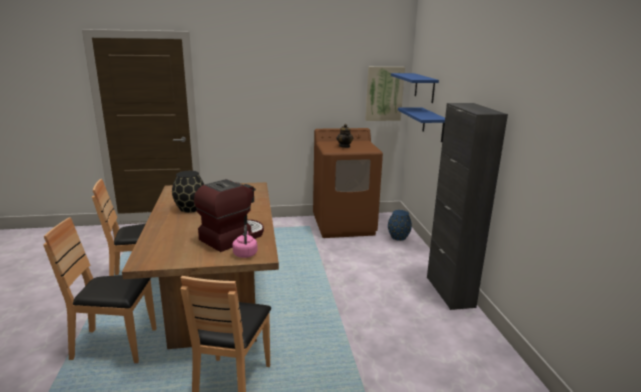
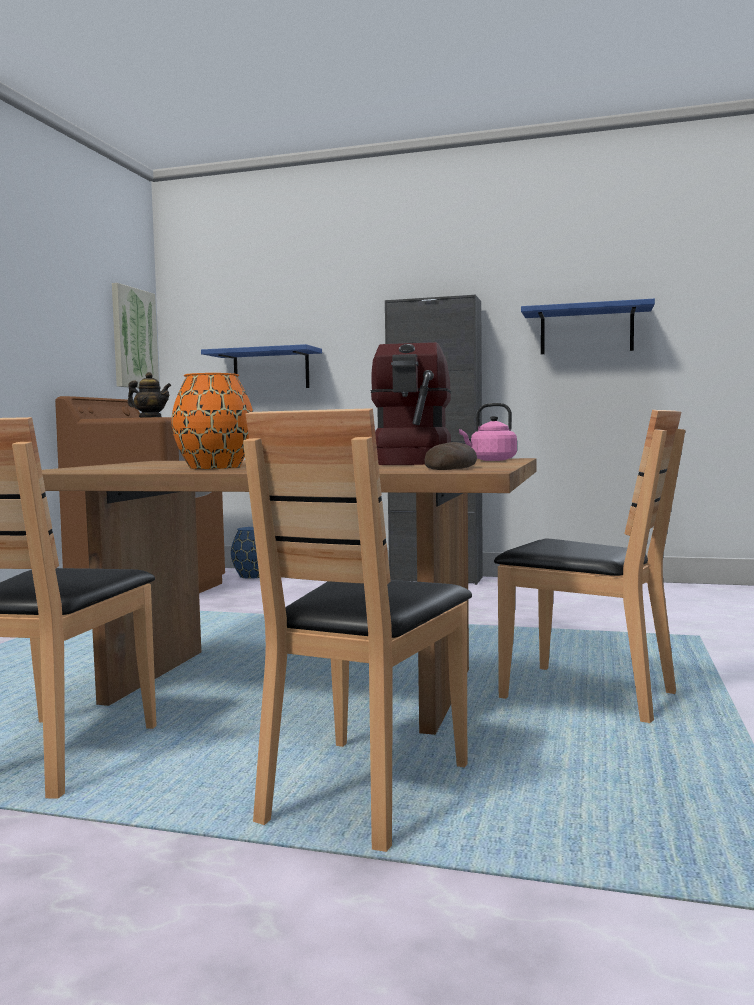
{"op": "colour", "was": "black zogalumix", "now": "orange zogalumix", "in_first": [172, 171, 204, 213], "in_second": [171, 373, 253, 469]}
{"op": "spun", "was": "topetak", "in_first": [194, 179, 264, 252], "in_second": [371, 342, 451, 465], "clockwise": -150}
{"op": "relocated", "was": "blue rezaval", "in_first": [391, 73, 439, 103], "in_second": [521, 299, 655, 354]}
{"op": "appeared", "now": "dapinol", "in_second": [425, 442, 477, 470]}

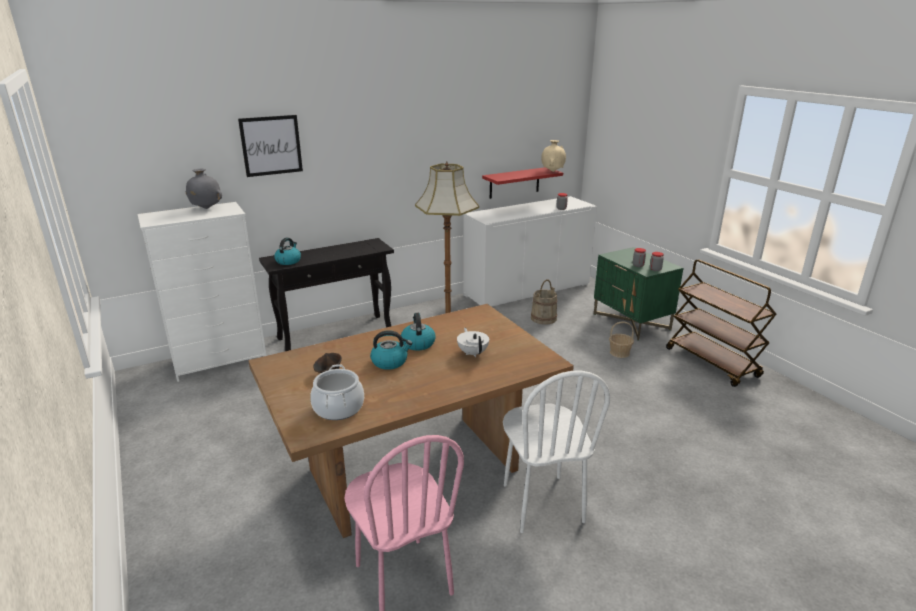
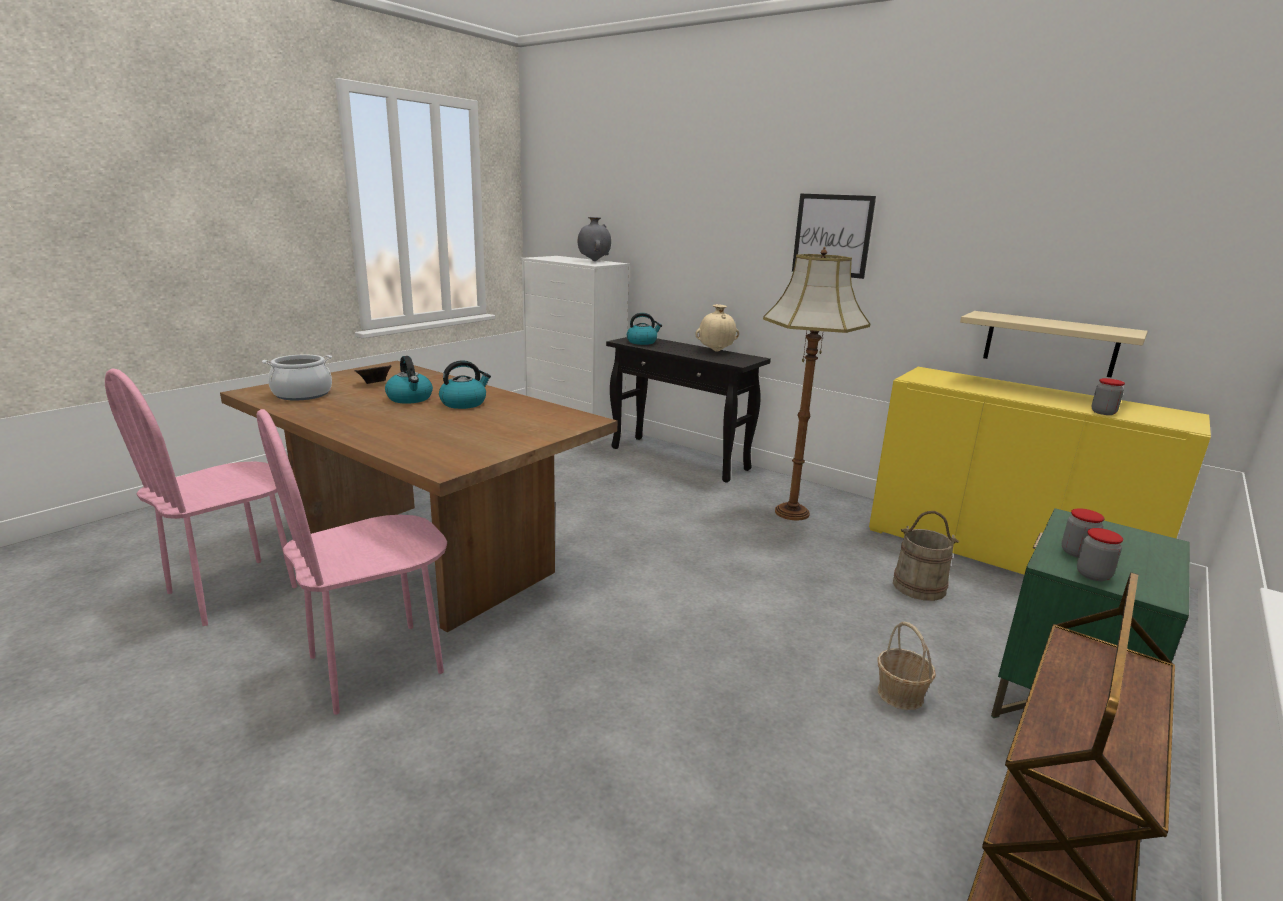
{"op": "relocated", "was": "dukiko", "in_first": [238, 115, 303, 177], "in_second": [792, 194, 876, 279]}
{"op": "missing", "was": "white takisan", "in_first": [457, 328, 489, 357]}
{"op": "colour", "was": "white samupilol", "now": "yellow samupilol", "in_first": [463, 196, 597, 307], "in_second": [869, 367, 1211, 575]}
{"op": "colour", "was": "red rezaval", "now": "beige rezaval", "in_first": [482, 167, 563, 199], "in_second": [960, 311, 1148, 377]}
{"op": "colour", "was": "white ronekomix", "now": "pink ronekomix", "in_first": [503, 371, 610, 533], "in_second": [257, 409, 447, 715]}
{"op": "relocated", "was": "beige zogalumix", "in_first": [541, 140, 566, 172], "in_second": [695, 304, 739, 352]}

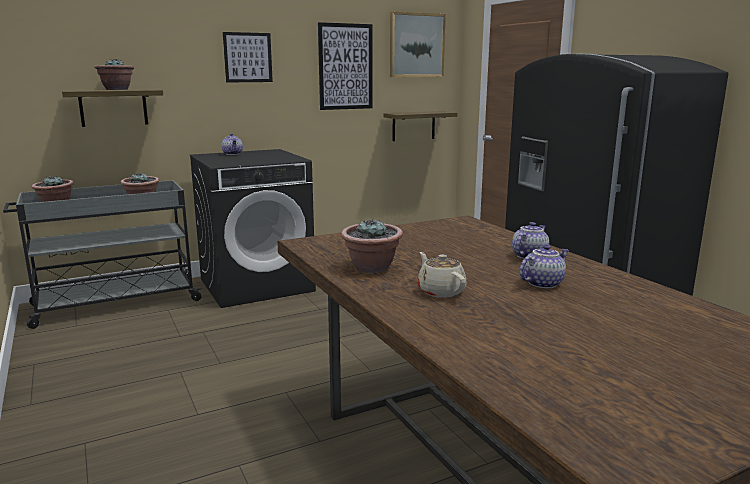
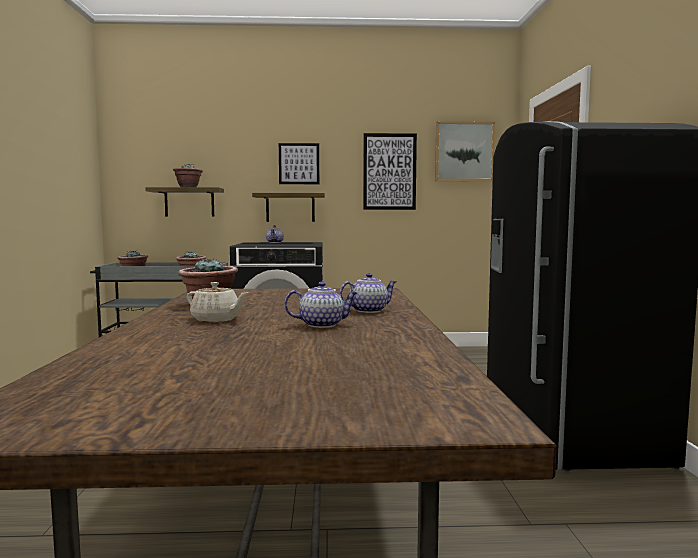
{"op": "relocated", "was": "rezaval", "in_first": [383, 111, 458, 141], "in_second": [252, 193, 325, 222]}
{"op": "spun", "was": "beige takisan", "in_first": [417, 252, 467, 298], "in_second": [187, 282, 248, 322], "clockwise": 120}

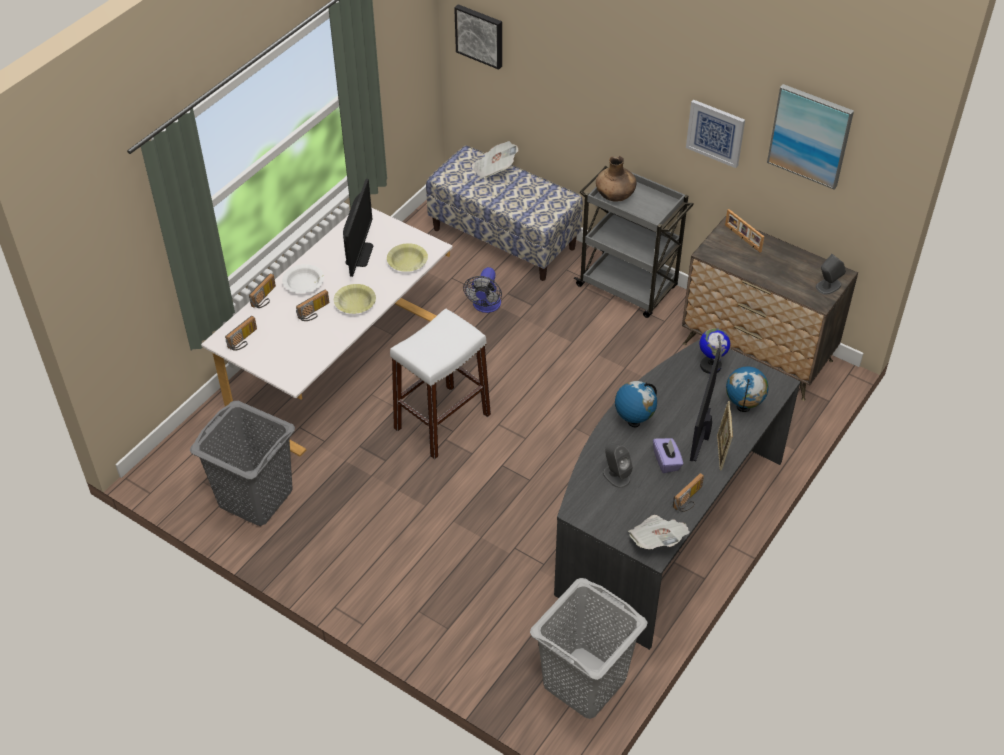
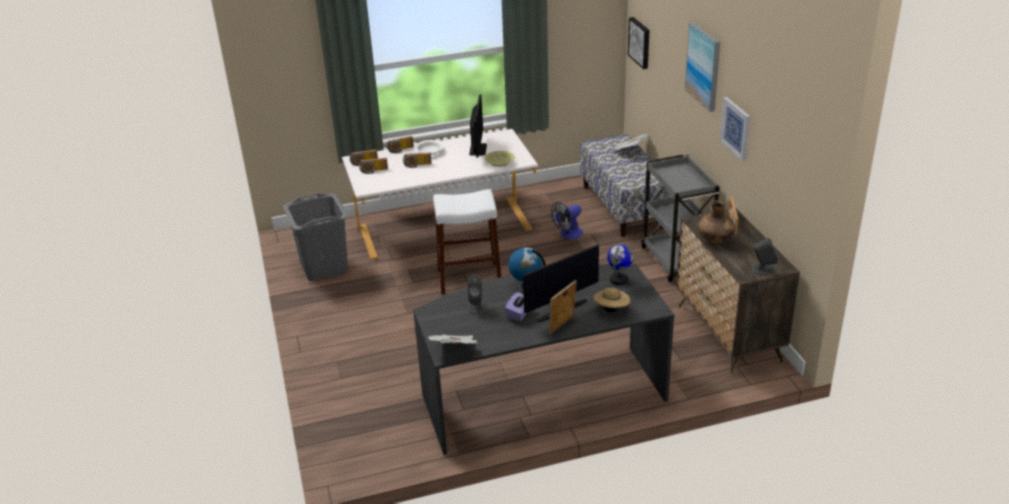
{"op": "missing", "was": "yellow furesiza", "in_first": [334, 284, 376, 314]}
{"op": "spun", "was": "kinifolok", "in_first": [343, 179, 373, 277], "in_second": [469, 95, 487, 158], "clockwise": -45}
{"op": "missing", "was": "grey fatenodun", "in_first": [530, 578, 648, 719]}
{"op": "relocated", "was": "brown zogalumix", "in_first": [596, 156, 637, 201], "in_second": [698, 200, 736, 243]}
{"op": "relocated", "was": "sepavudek", "in_first": [673, 473, 704, 512], "in_second": [359, 158, 388, 174]}
{"op": "exchanged", "was": "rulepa", "now": "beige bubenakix", "in_first": [726, 366, 769, 412], "in_second": [594, 287, 631, 312]}
{"op": "relocated", "was": "dukiko", "in_first": [767, 84, 854, 189], "in_second": [685, 22, 720, 112]}

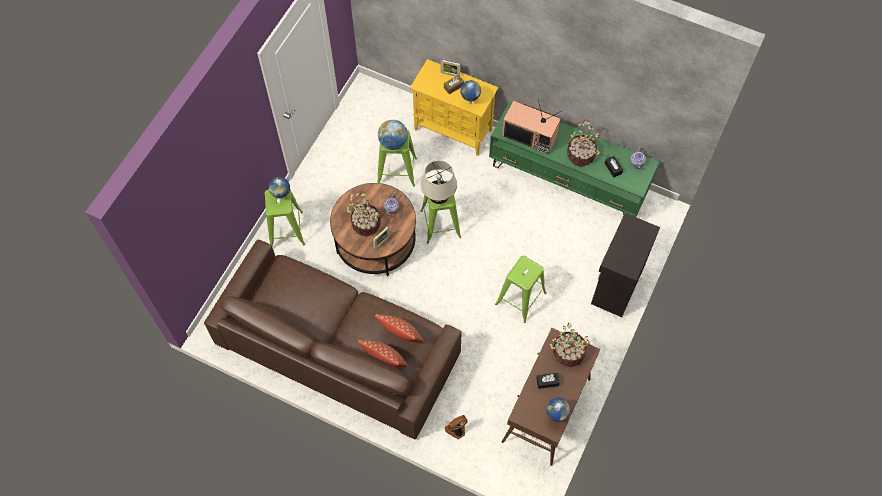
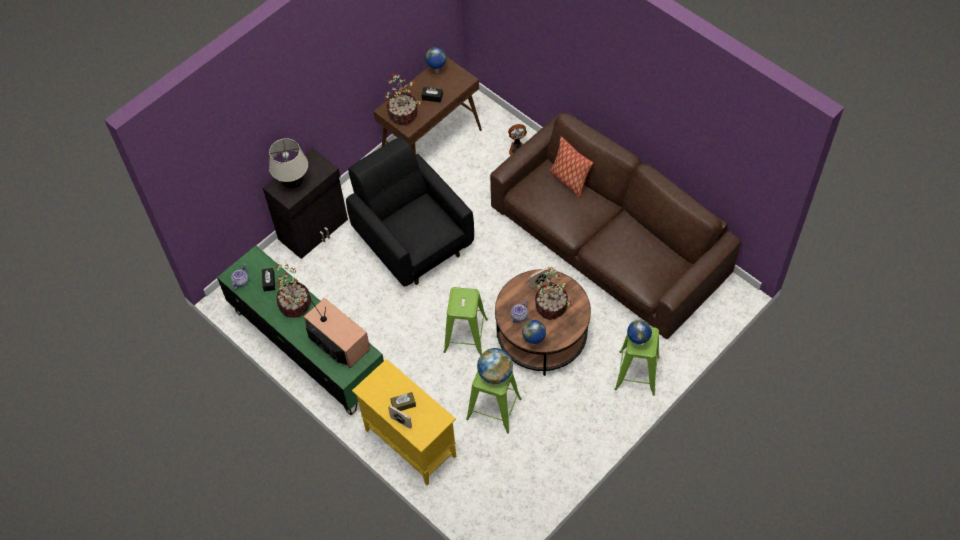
{"op": "missing", "was": "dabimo", "in_first": [375, 314, 424, 343]}
{"op": "relocated", "was": "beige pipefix", "in_first": [421, 160, 457, 204], "in_second": [269, 138, 308, 188]}
{"op": "relocated", "was": "rulepa", "in_first": [461, 80, 481, 104], "in_second": [522, 320, 546, 345]}
{"op": "exchanged", "was": "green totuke", "now": "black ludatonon", "in_first": [495, 256, 546, 323], "in_second": [346, 136, 474, 286]}

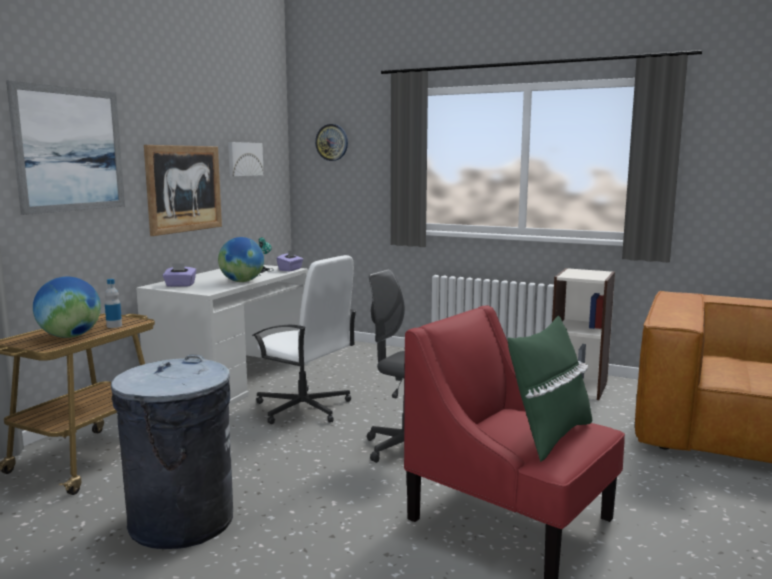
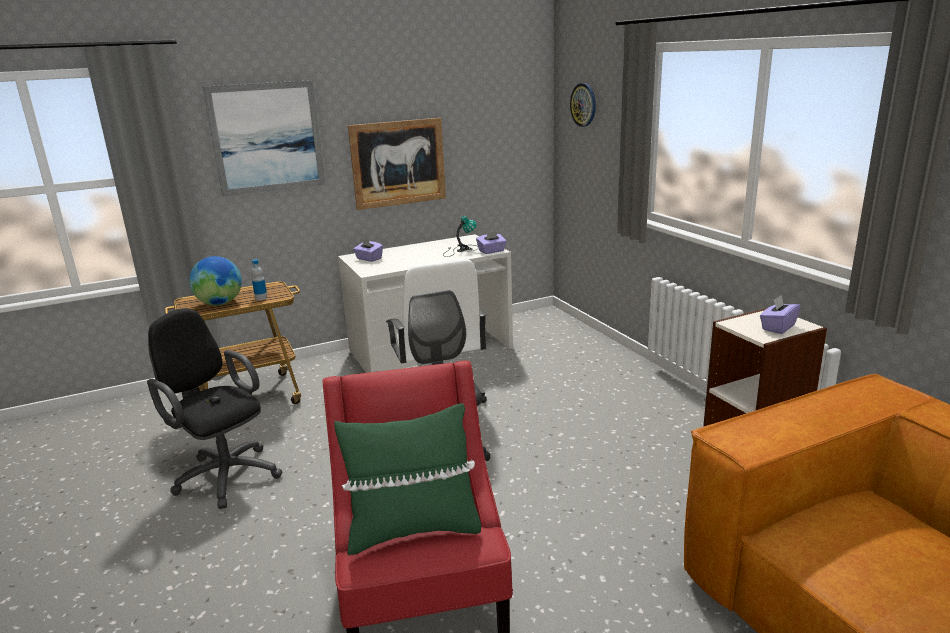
{"op": "exchanged", "was": "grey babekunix", "now": "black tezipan", "in_first": [111, 354, 233, 549], "in_second": [147, 308, 282, 509]}
{"op": "missing", "was": "rulepa", "in_first": [218, 237, 264, 282]}
{"op": "missing", "was": "dukiko", "in_first": [228, 142, 264, 176]}
{"op": "appeared", "now": "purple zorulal", "in_second": [760, 295, 801, 334]}

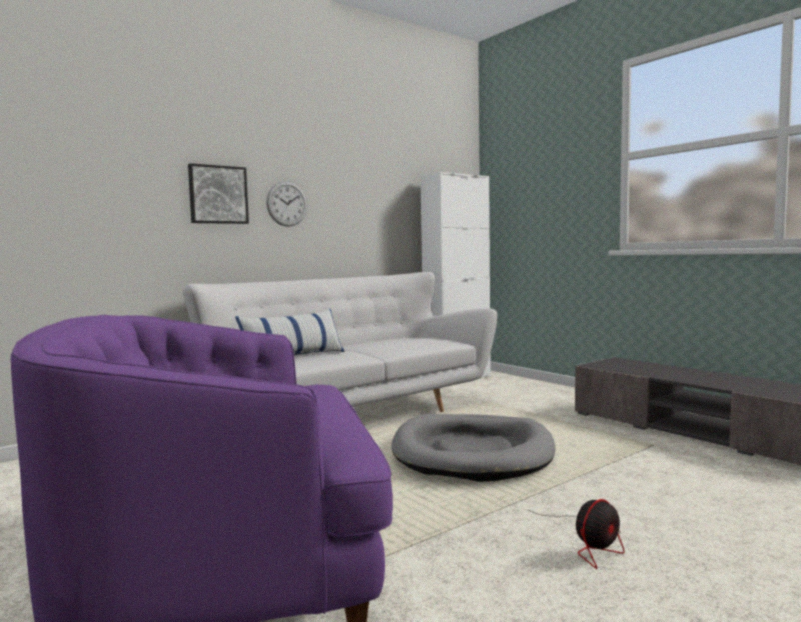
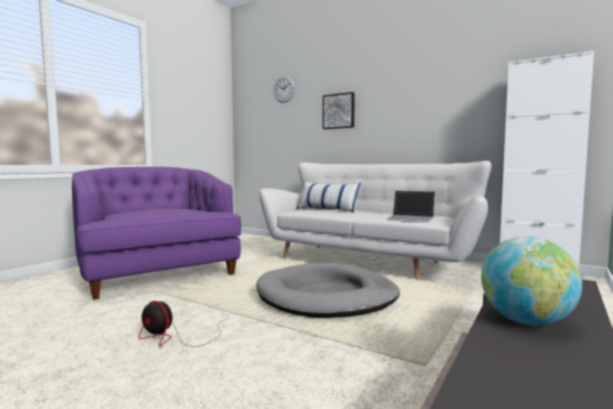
{"op": "relocated", "was": "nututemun", "in_first": [266, 181, 307, 227], "in_second": [274, 76, 295, 103]}
{"op": "appeared", "now": "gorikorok", "in_second": [387, 190, 435, 221]}
{"op": "appeared", "now": "rulepa", "in_second": [481, 236, 582, 326]}

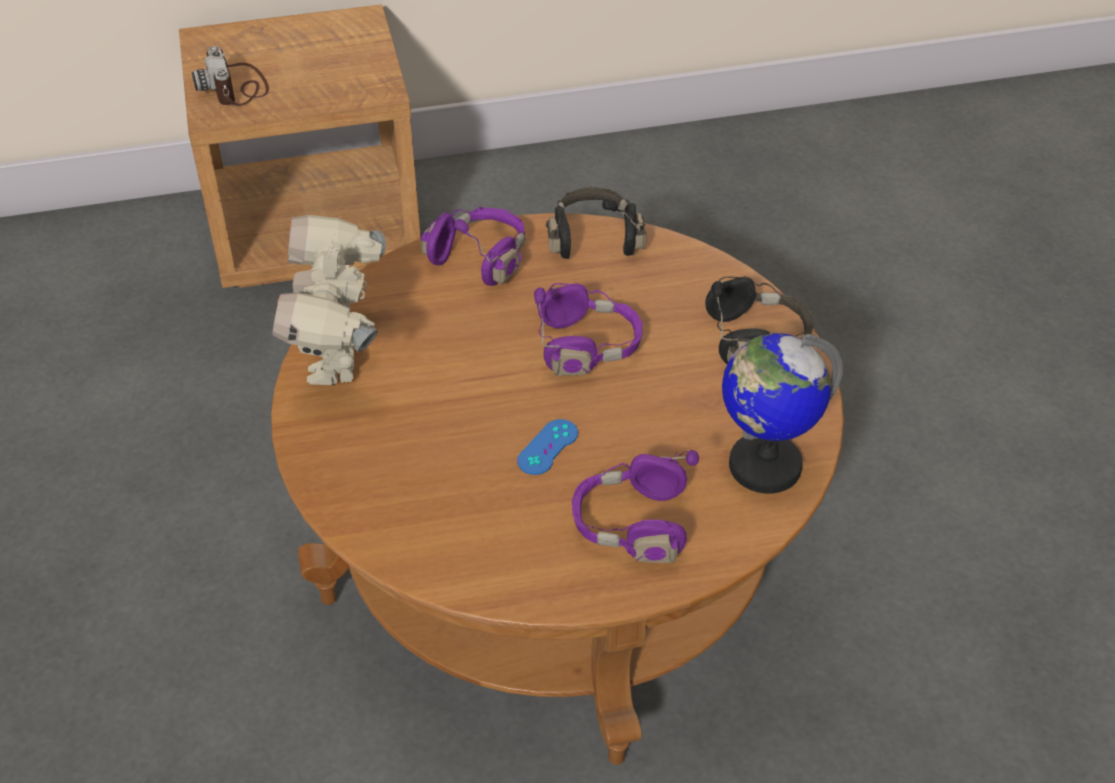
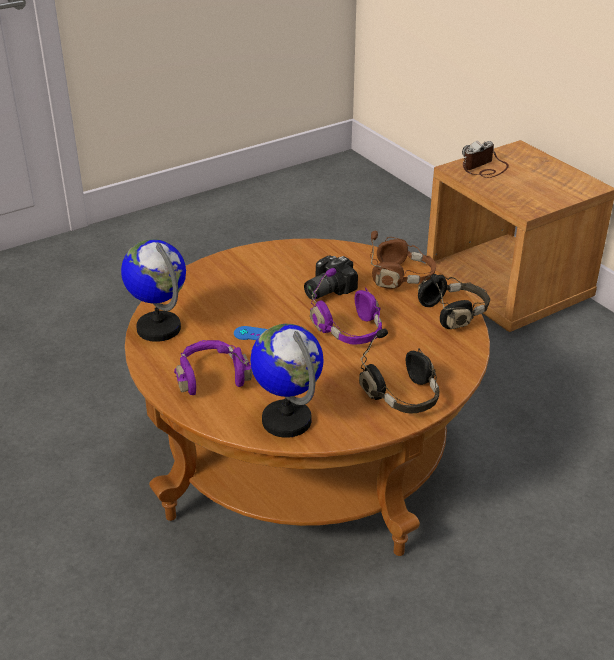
{"op": "missing", "was": "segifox", "in_first": [272, 215, 386, 385]}
{"op": "colour", "was": "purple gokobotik", "now": "brown gokobotik", "in_first": [420, 207, 525, 286], "in_second": [370, 231, 436, 289]}
{"op": "appeared", "now": "rulepa", "in_second": [121, 239, 186, 342]}
{"op": "appeared", "now": "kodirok", "in_second": [304, 255, 358, 300]}

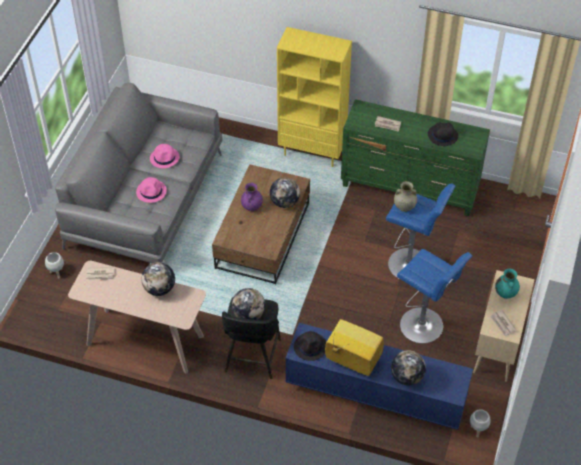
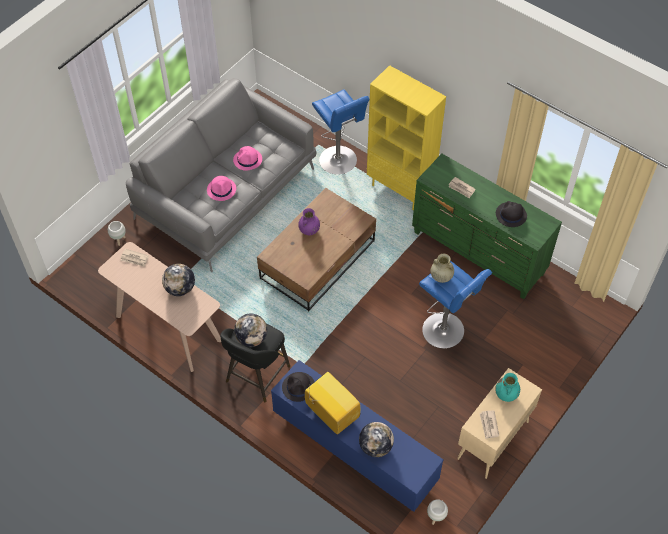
{"op": "missing", "was": "rulepa", "in_first": [270, 178, 300, 208]}
{"op": "relocated", "was": "blue totuke", "in_first": [397, 249, 472, 343], "in_second": [312, 89, 370, 174]}

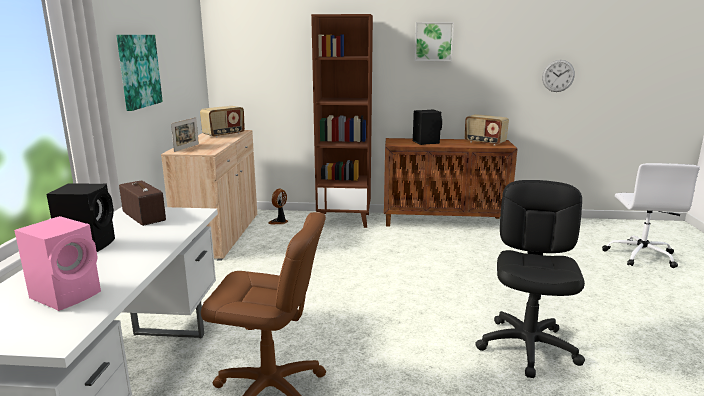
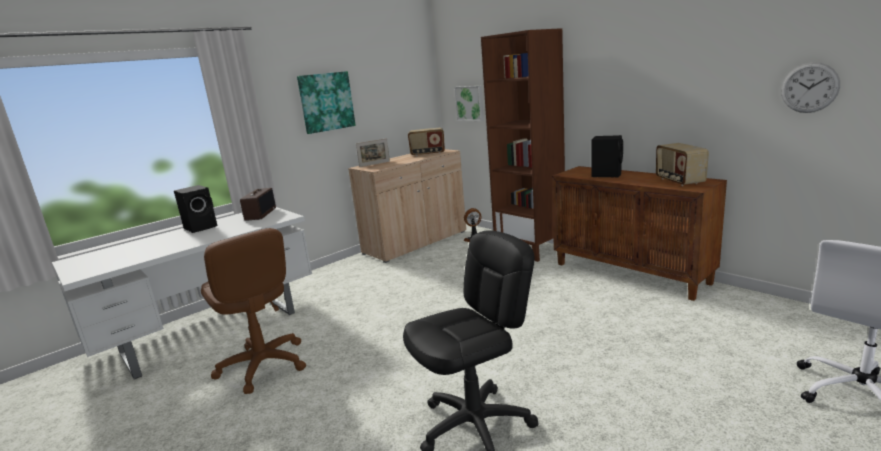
{"op": "missing", "was": "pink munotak", "in_first": [14, 216, 101, 311]}
{"op": "relocated", "was": "dukiko", "in_first": [414, 22, 454, 61], "in_second": [455, 86, 484, 121]}

